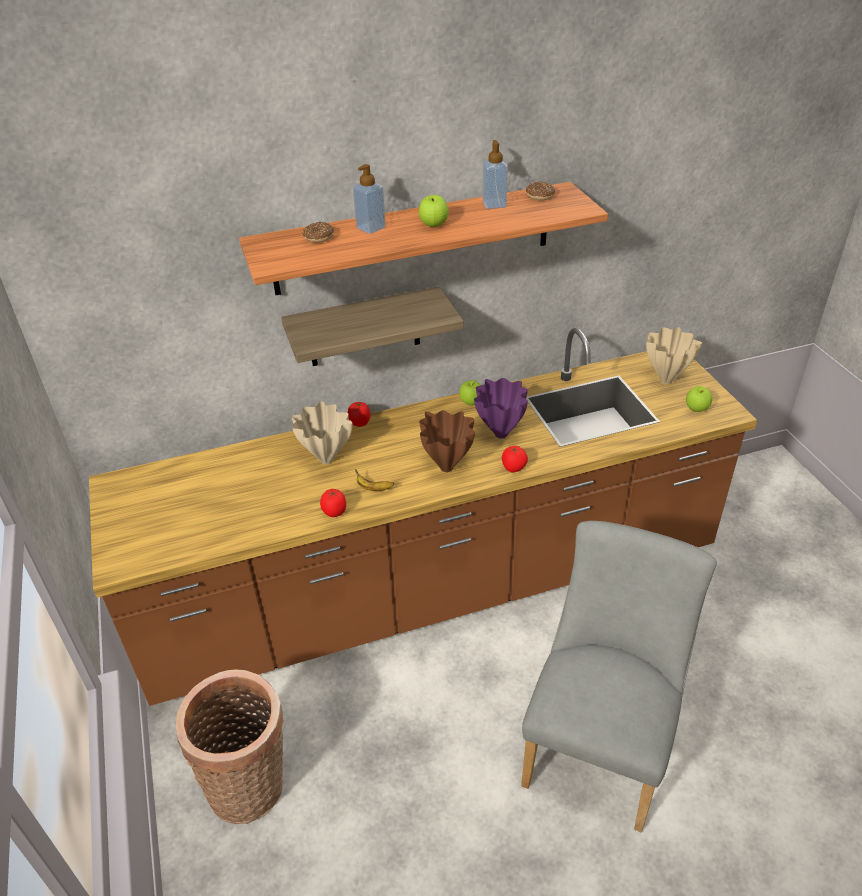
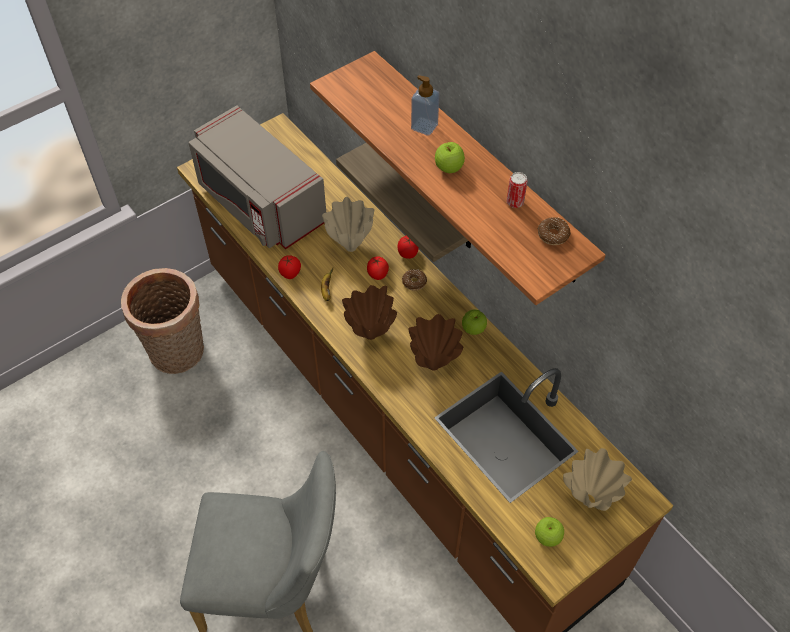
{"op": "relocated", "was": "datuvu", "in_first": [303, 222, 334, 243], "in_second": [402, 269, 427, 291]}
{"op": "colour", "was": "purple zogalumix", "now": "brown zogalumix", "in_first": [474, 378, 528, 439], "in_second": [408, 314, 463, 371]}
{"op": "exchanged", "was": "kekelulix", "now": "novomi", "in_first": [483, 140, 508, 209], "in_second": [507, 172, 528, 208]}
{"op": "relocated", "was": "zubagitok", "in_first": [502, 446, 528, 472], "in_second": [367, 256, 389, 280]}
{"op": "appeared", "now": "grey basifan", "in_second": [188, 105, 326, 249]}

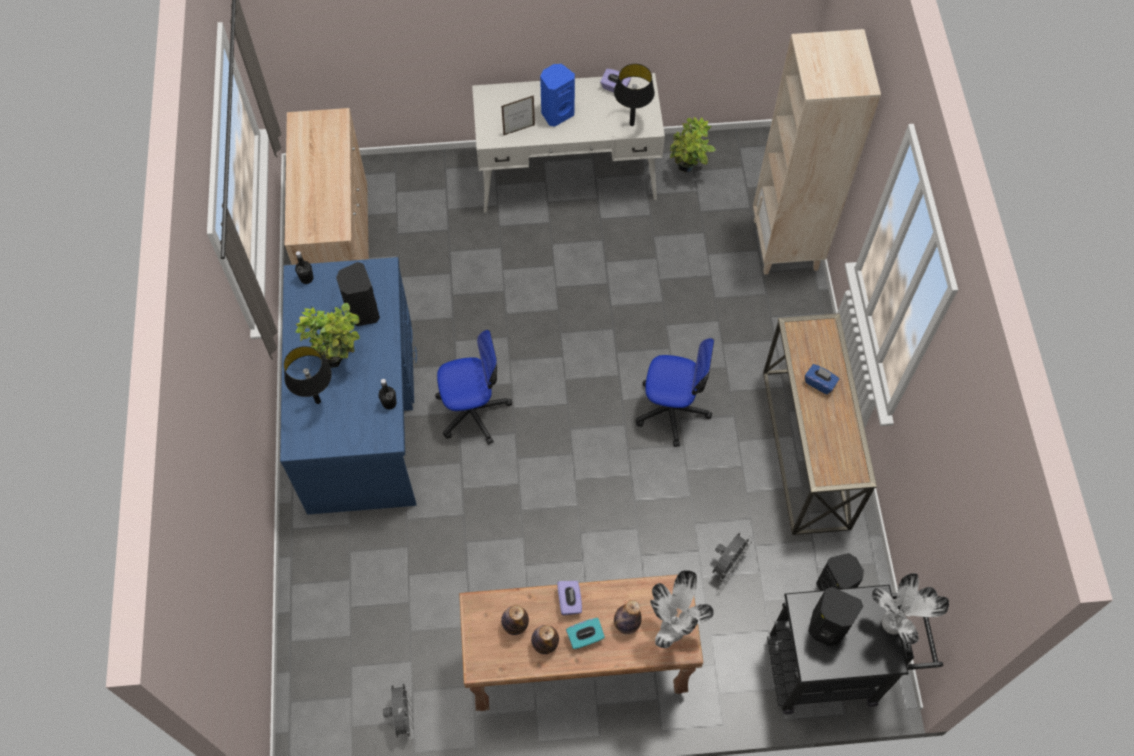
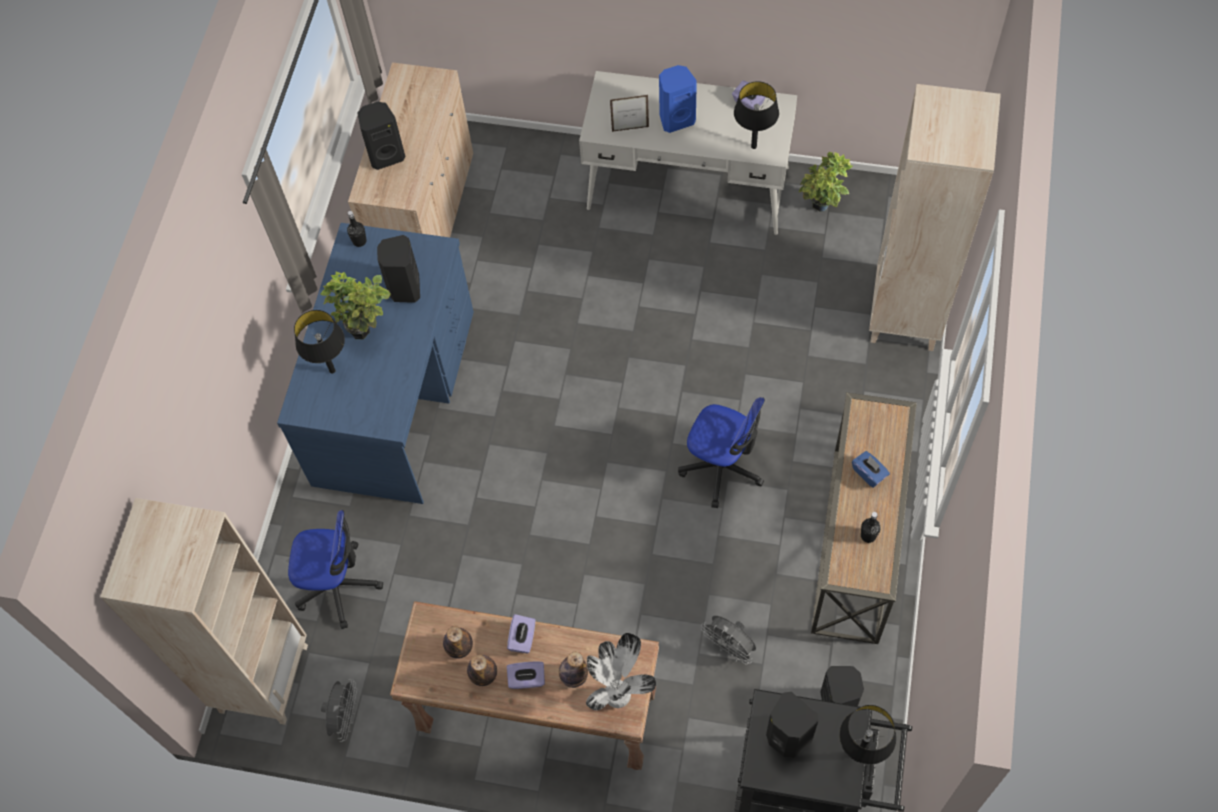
{"op": "relocated", "was": "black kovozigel", "in_first": [378, 379, 397, 409], "in_second": [861, 512, 881, 543]}
{"op": "relocated", "was": "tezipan", "in_first": [435, 330, 512, 444], "in_second": [288, 510, 383, 629]}
{"op": "colour", "was": "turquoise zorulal", "now": "purple zorulal", "in_first": [566, 618, 605, 649], "in_second": [507, 661, 545, 689]}
{"op": "spun", "was": "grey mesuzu", "in_first": [712, 533, 753, 583], "in_second": [701, 615, 756, 665], "clockwise": 75}
{"op": "exchanged", "was": "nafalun", "now": "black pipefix", "in_first": [872, 573, 949, 644], "in_second": [839, 705, 896, 765]}
{"op": "appeared", "now": "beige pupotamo", "in_second": [100, 498, 308, 725]}
{"op": "appeared", "now": "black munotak", "in_second": [357, 102, 405, 170]}

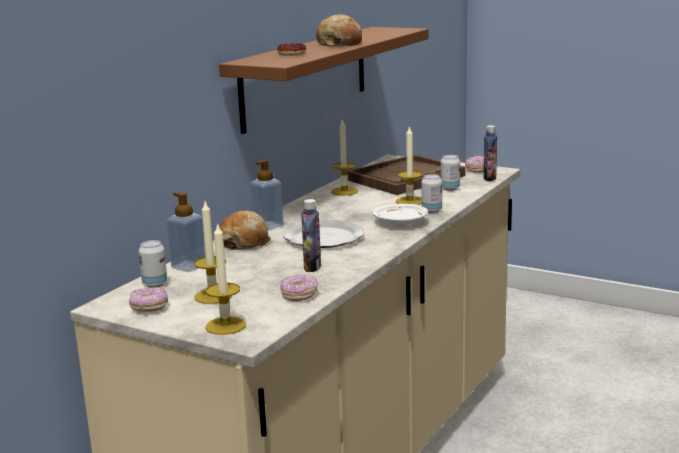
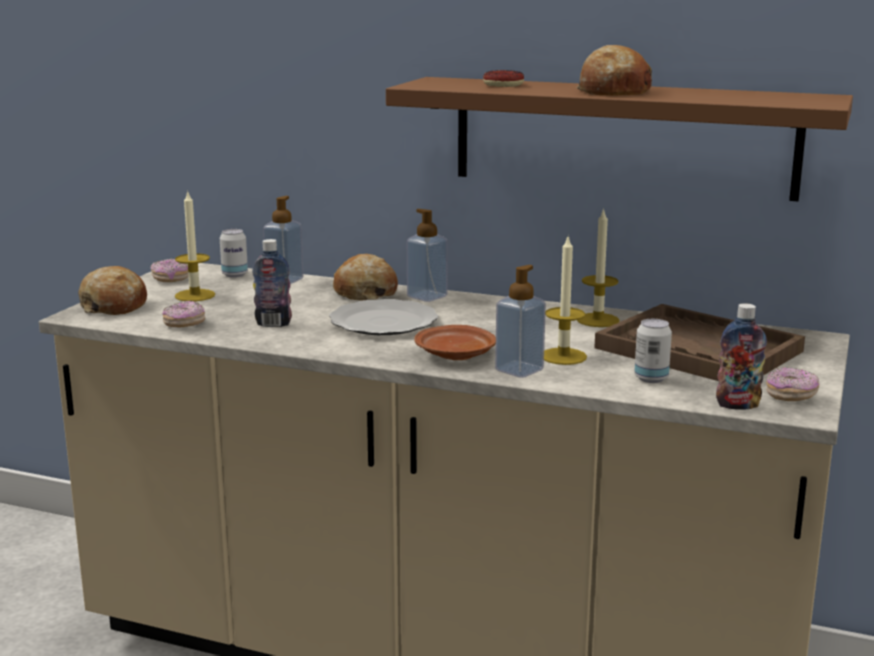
{"op": "exchanged", "was": "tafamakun", "now": "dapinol", "in_first": [205, 222, 246, 335], "in_second": [78, 266, 147, 315]}
{"op": "colour", "was": "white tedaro", "now": "brown tedaro", "in_first": [372, 204, 428, 226], "in_second": [414, 325, 496, 360]}
{"op": "exchanged", "was": "novomi", "now": "kekelulix", "in_first": [421, 174, 442, 213], "in_second": [495, 265, 546, 378]}

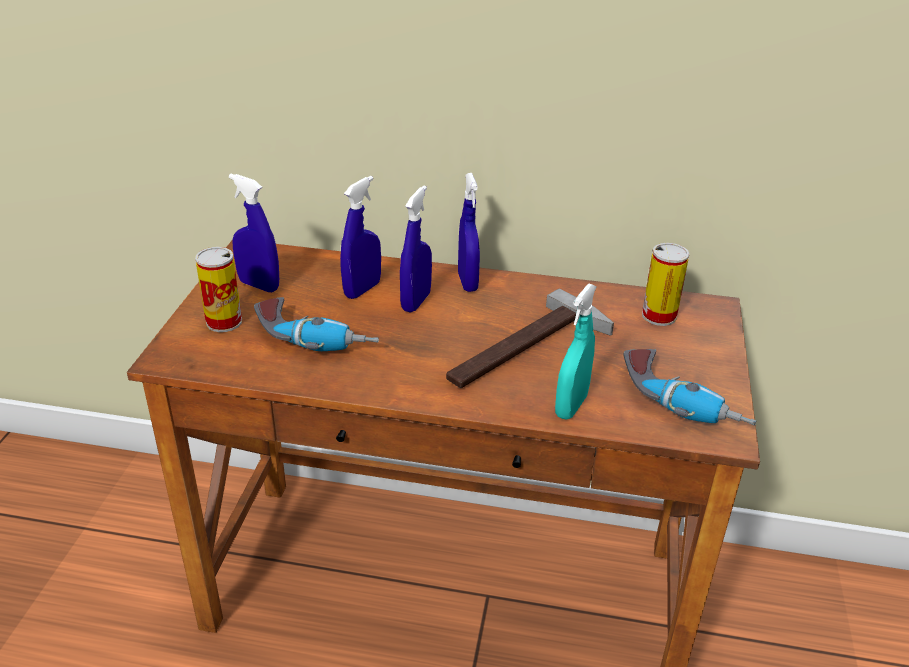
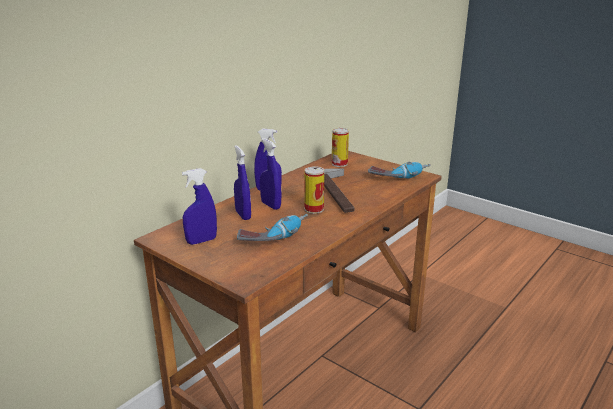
{"op": "relocated", "was": "novomi", "in_first": [195, 247, 242, 332], "in_second": [304, 166, 324, 214]}
{"op": "missing", "was": "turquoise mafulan", "in_first": [555, 283, 597, 419]}

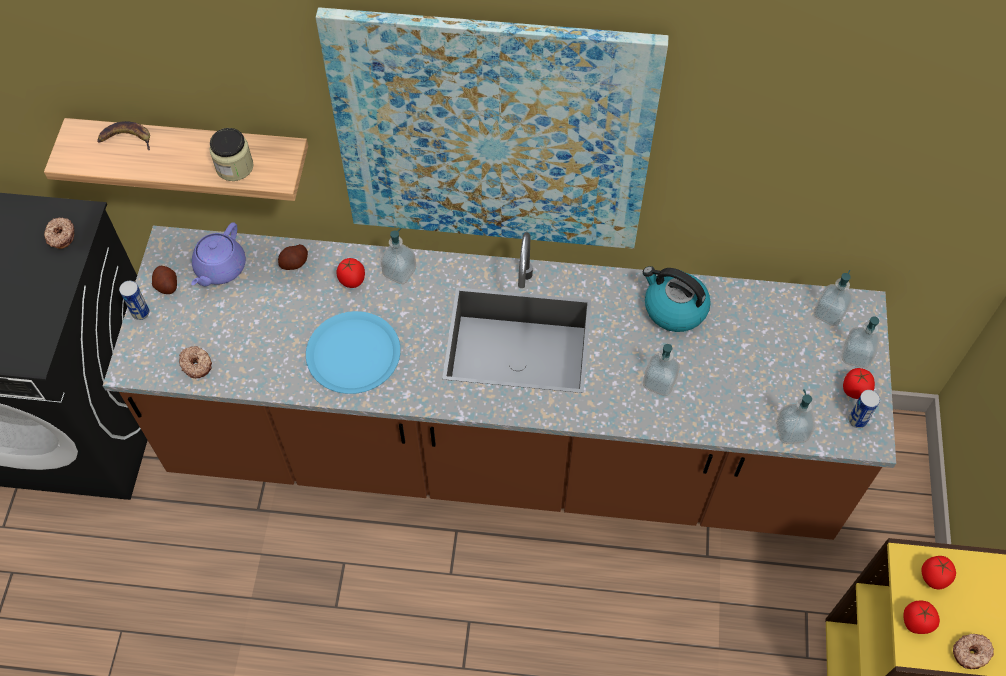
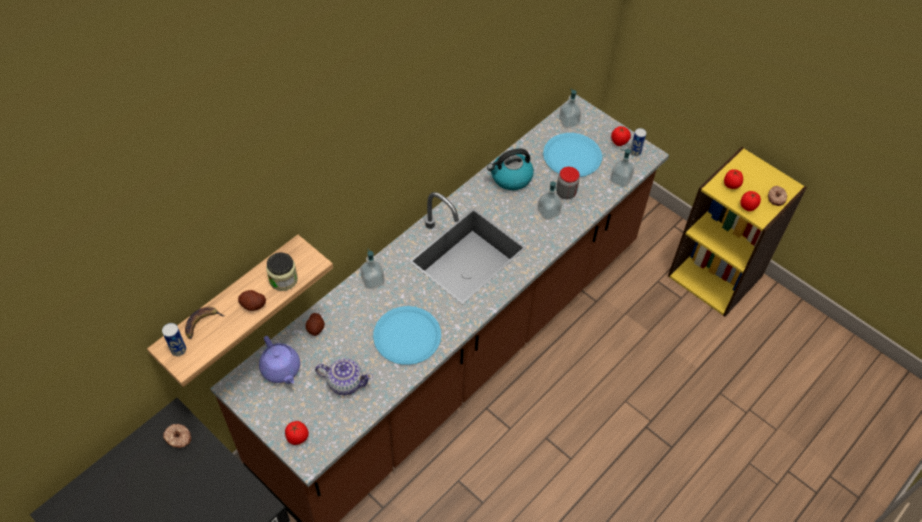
{"op": "relocated", "was": "novomi", "in_first": [119, 281, 149, 320], "in_second": [162, 323, 186, 356]}
{"op": "relocated", "was": "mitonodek", "in_first": [152, 266, 177, 294], "in_second": [238, 290, 266, 311]}
{"op": "missing", "was": "datuvu", "in_first": [179, 346, 212, 378]}
{"op": "missing", "was": "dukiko", "in_first": [316, 7, 669, 249]}
{"op": "relocated", "was": "zubagitok", "in_first": [337, 258, 365, 288], "in_second": [285, 421, 309, 445]}
{"op": "missing", "was": "kekelulix", "in_first": [841, 316, 880, 369]}
{"op": "appeared", "now": "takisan", "in_second": [315, 358, 373, 395]}
{"op": "appeared", "now": "blue tedaro", "in_second": [543, 133, 602, 177]}
{"op": "appeared", "now": "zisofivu", "in_second": [556, 167, 580, 199]}

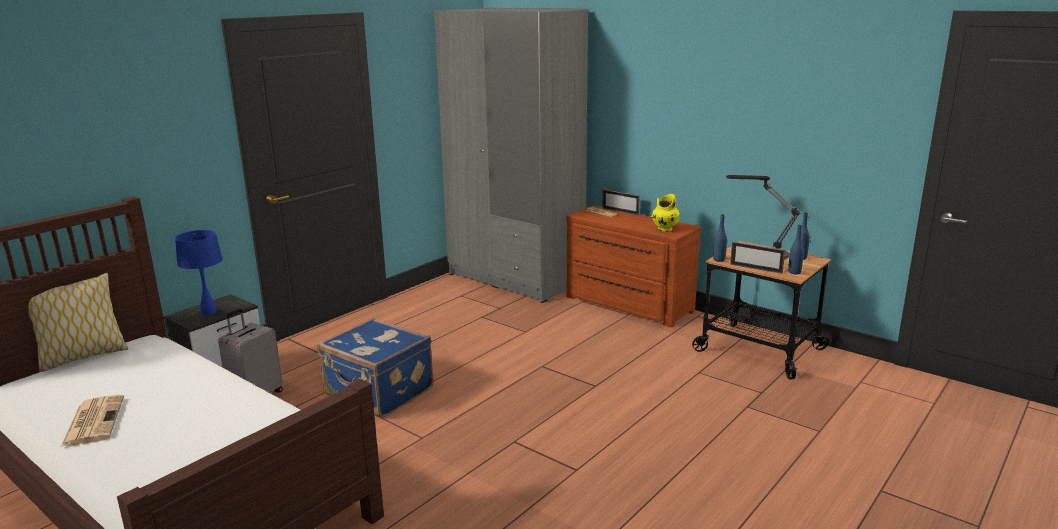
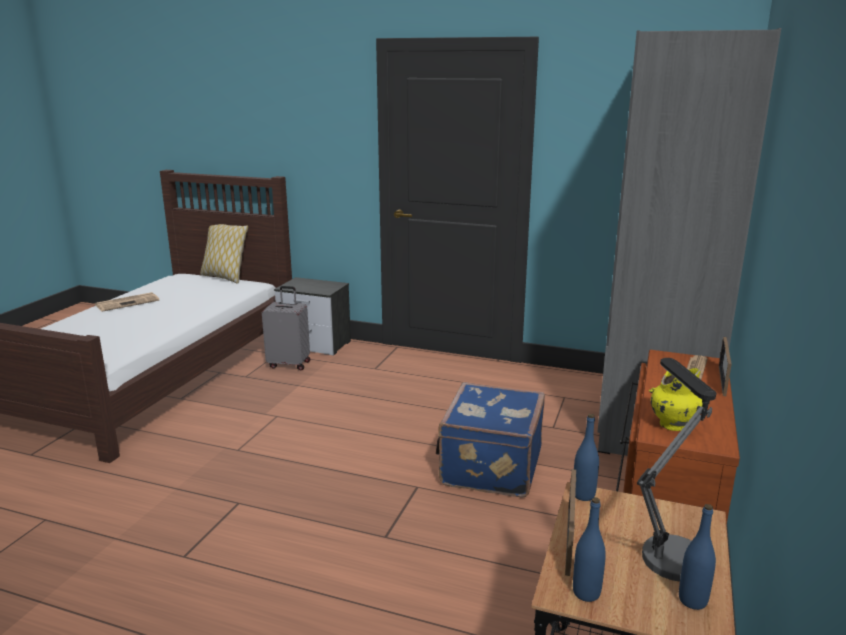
{"op": "missing", "was": "blue pipefix", "in_first": [175, 230, 223, 315]}
{"op": "relocated", "was": "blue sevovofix", "in_first": [317, 318, 434, 417], "in_second": [436, 382, 545, 498]}

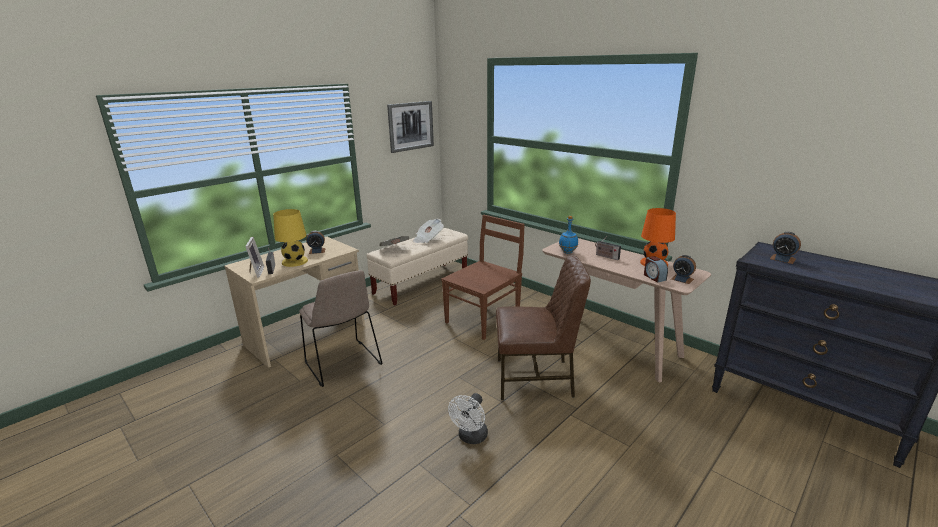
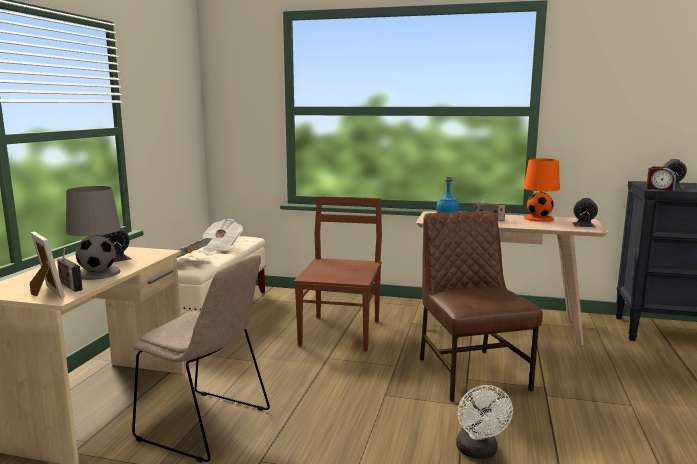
{"op": "colour", "was": "yellow pipefix", "now": "grey pipefix", "in_first": [273, 209, 308, 267], "in_second": [66, 186, 121, 280]}
{"op": "missing", "was": "dukiko", "in_first": [387, 101, 434, 153]}
{"op": "spun", "was": "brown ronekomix", "in_first": [496, 255, 591, 400], "in_second": [420, 211, 542, 402], "clockwise": -75}
{"op": "relocated", "was": "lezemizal", "in_first": [644, 256, 668, 283], "in_second": [646, 166, 676, 191]}

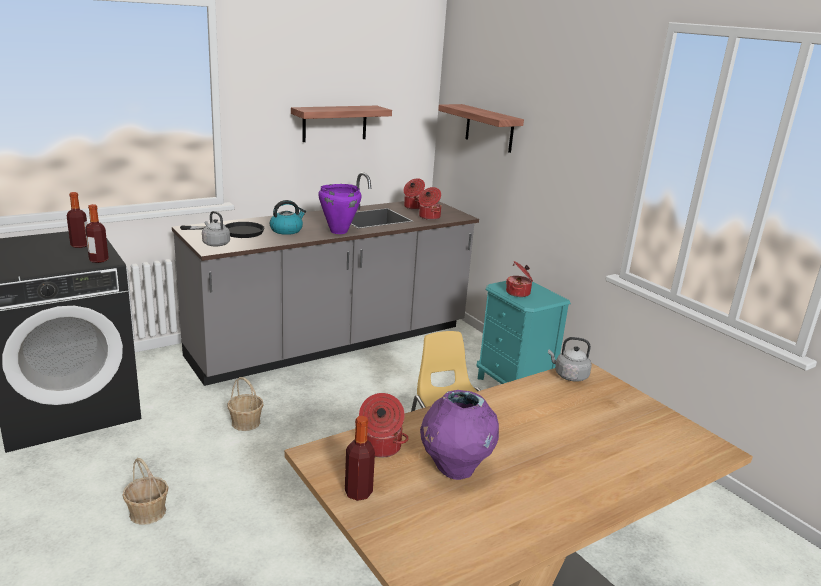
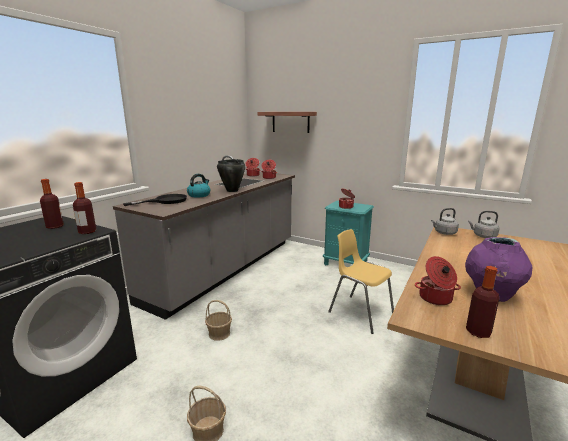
{"op": "relocated", "was": "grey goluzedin", "in_first": [202, 211, 230, 247], "in_second": [468, 211, 500, 238]}
{"op": "missing", "was": "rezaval", "in_first": [291, 106, 392, 142]}
{"op": "colour", "was": "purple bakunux", "now": "black bakunux", "in_first": [318, 184, 362, 234], "in_second": [217, 159, 245, 192]}

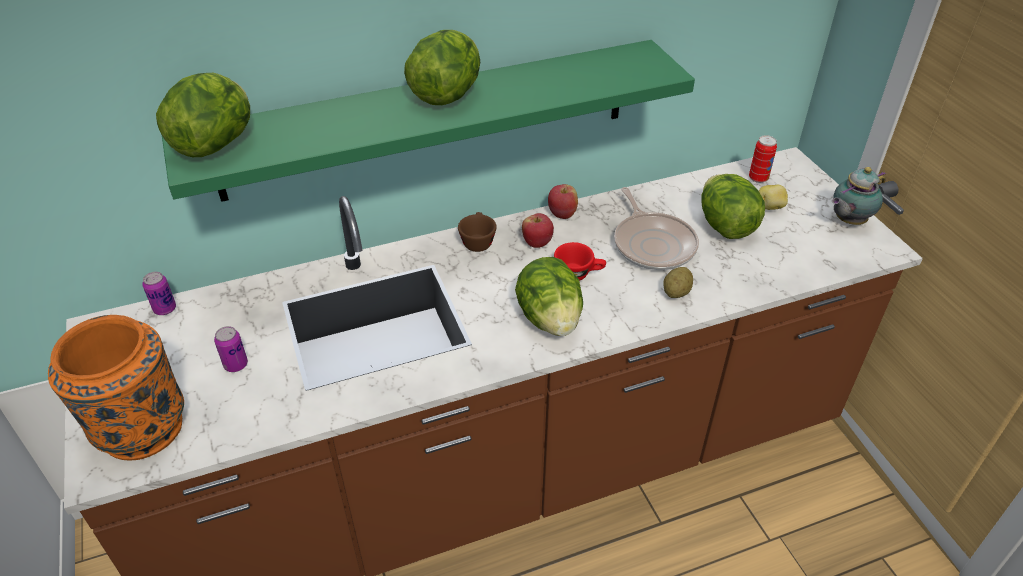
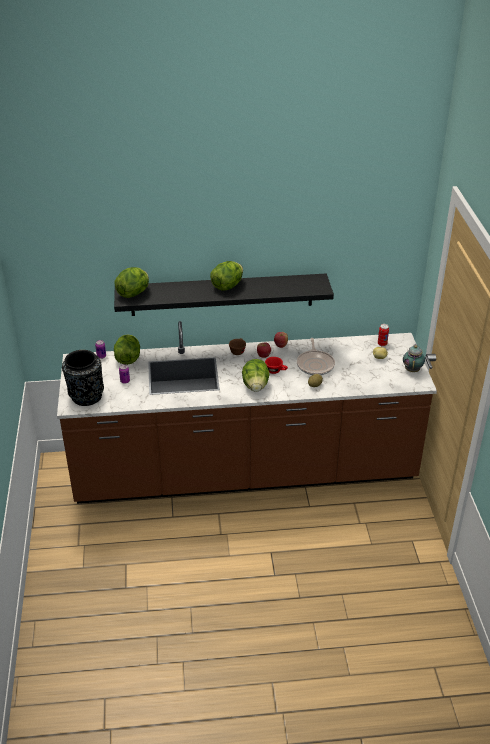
{"op": "colour", "was": "orange zogalumix", "now": "black zogalumix", "in_first": [48, 315, 184, 461], "in_second": [62, 350, 104, 406]}
{"op": "colour", "was": "green rezaval", "now": "black rezaval", "in_first": [162, 40, 695, 202], "in_second": [114, 274, 334, 316]}
{"op": "relocated", "was": "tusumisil", "in_first": [701, 174, 765, 239], "in_second": [114, 334, 140, 365]}
{"op": "spun", "was": "takisan", "in_first": [832, 167, 886, 225], "in_second": [403, 344, 425, 372], "clockwise": 120}

